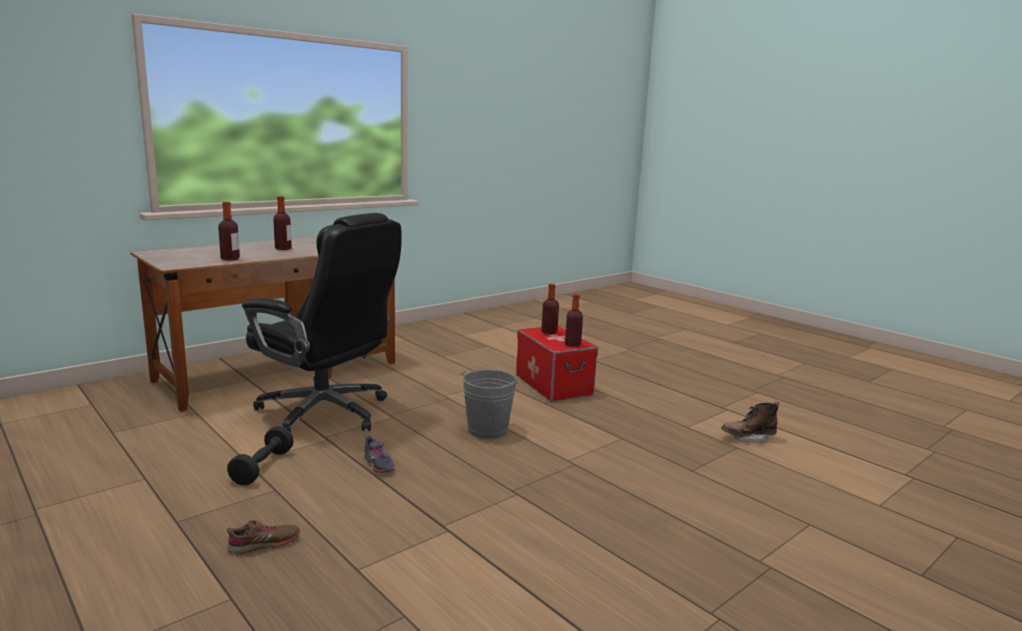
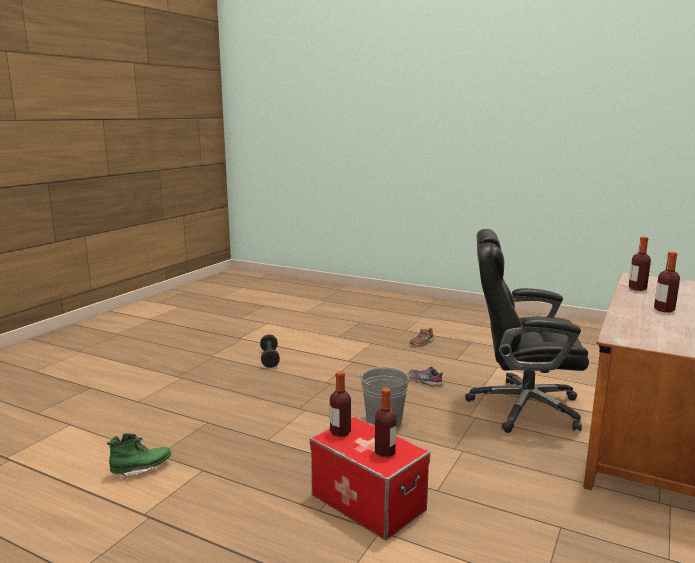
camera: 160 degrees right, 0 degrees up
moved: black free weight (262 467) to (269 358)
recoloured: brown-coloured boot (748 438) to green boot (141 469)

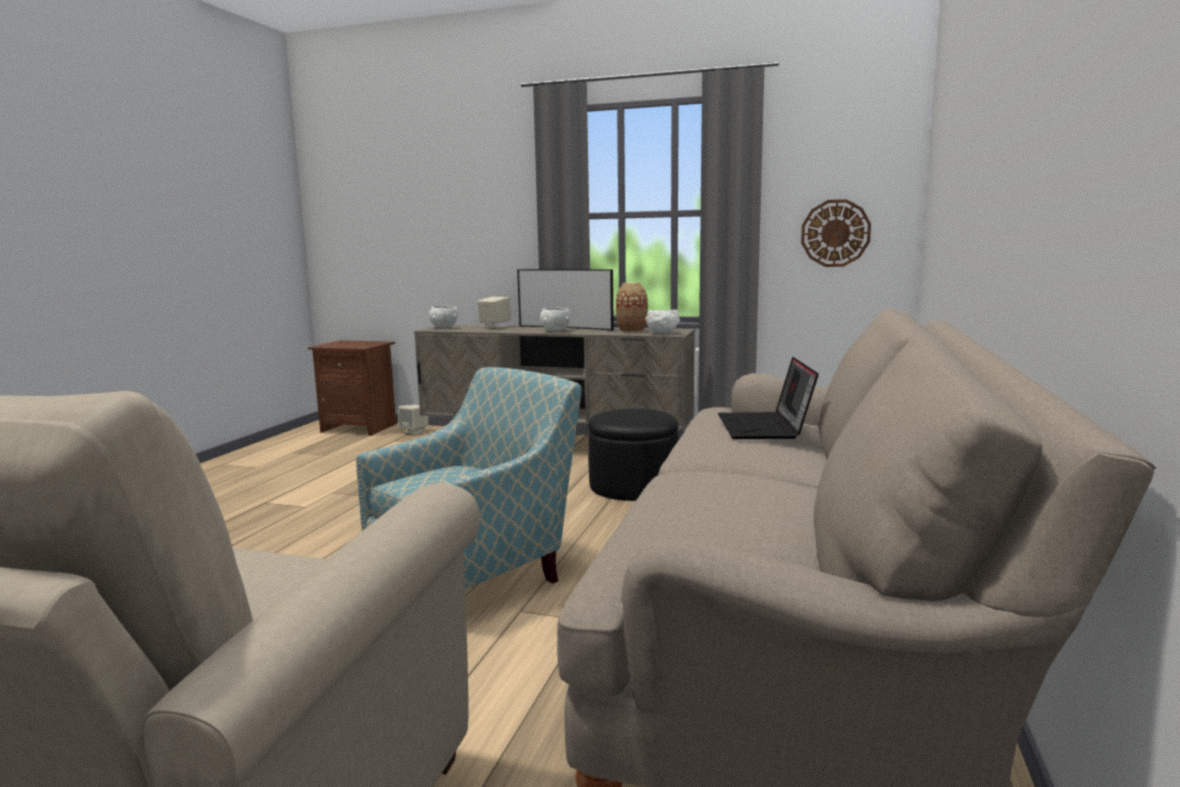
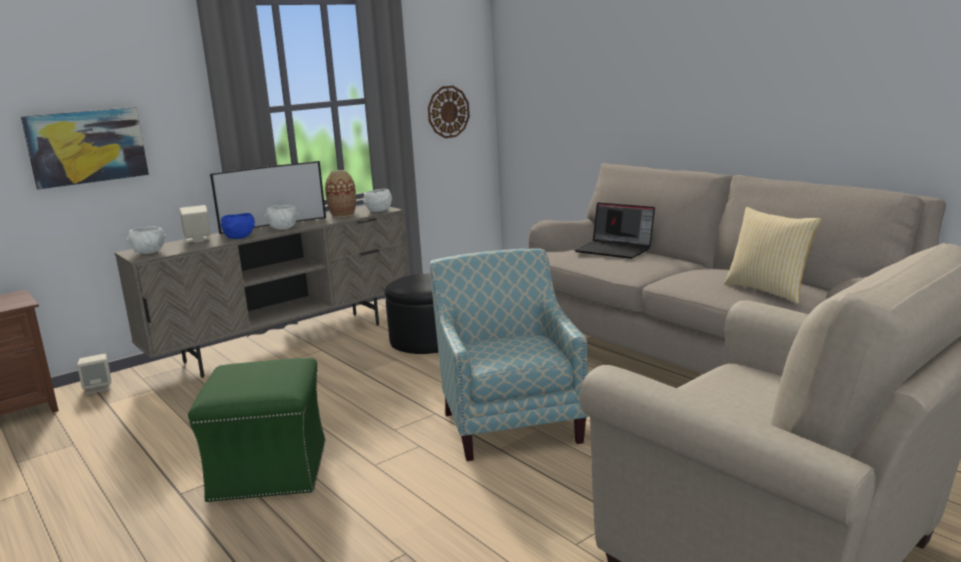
camera: 55 degrees left, 5 degrees up
added: wall picture (87 147); green ottoman (269 470); blue bowl (240 238); throw pillow (769 291)

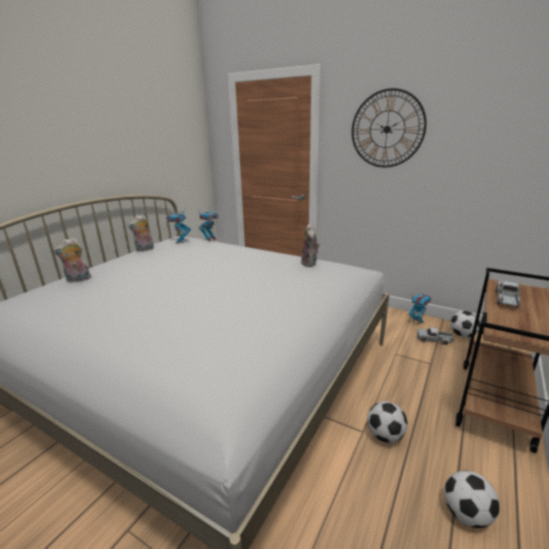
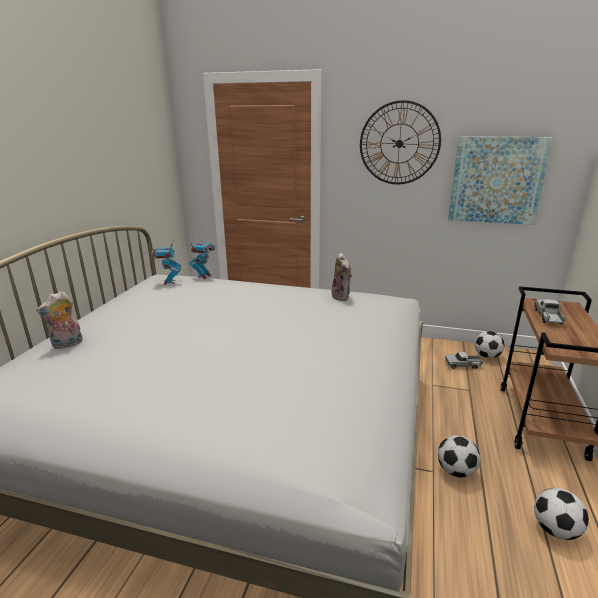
camera: 15 degrees left, 0 degrees up
removed: soft toy (144 249); model robot (417 321)
added: wall picture (496 180)

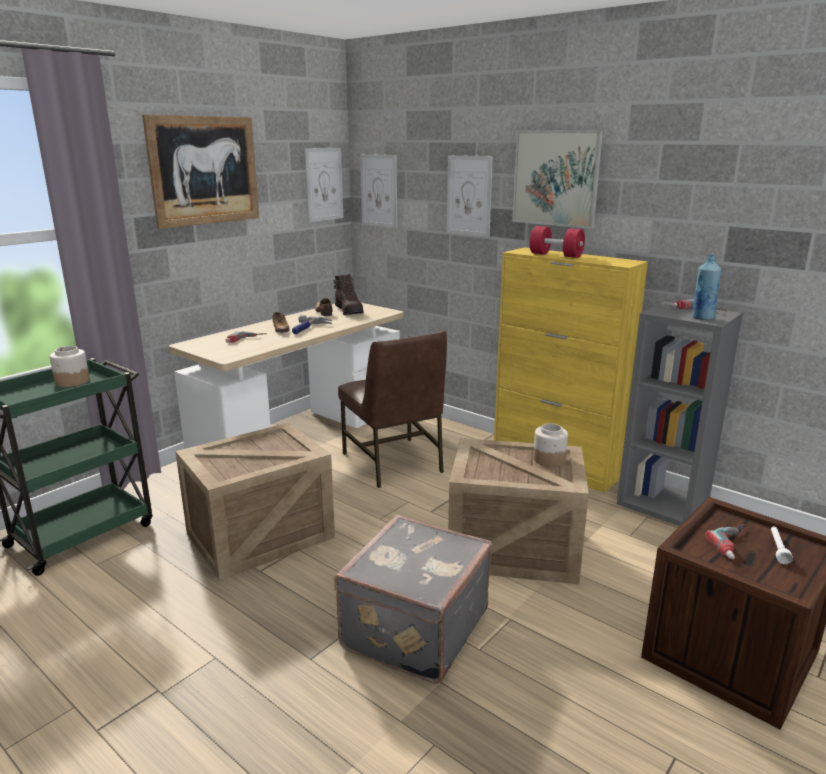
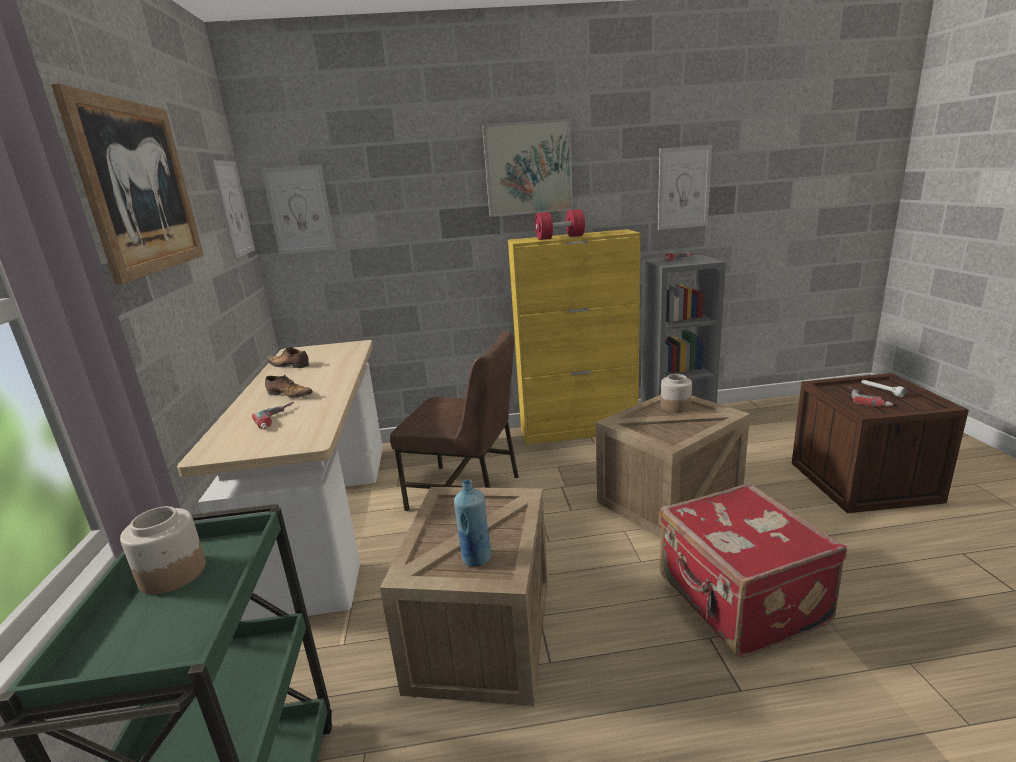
camera: 45 degrees left, 0 degrees up
removed: tool hammer (307 329); brown-coloured boot (349 311)
moved: wall picture (469 196) to (684 188); blue bottle (702 318) to (476 558)
recoloured: greyish travel case (412 628) to reddish travel case (739 600)

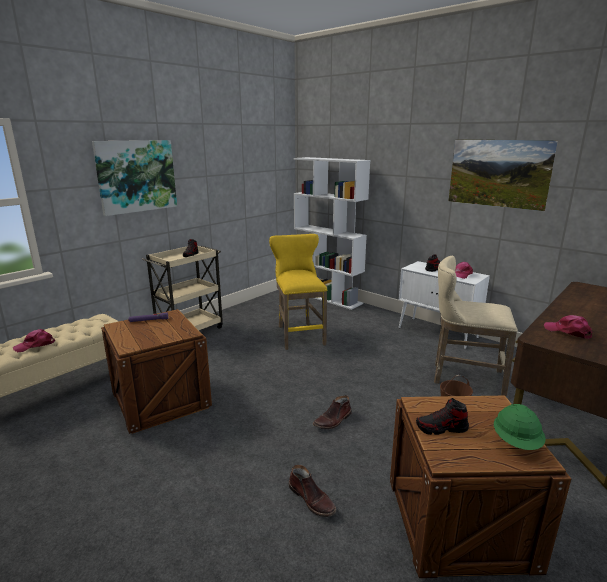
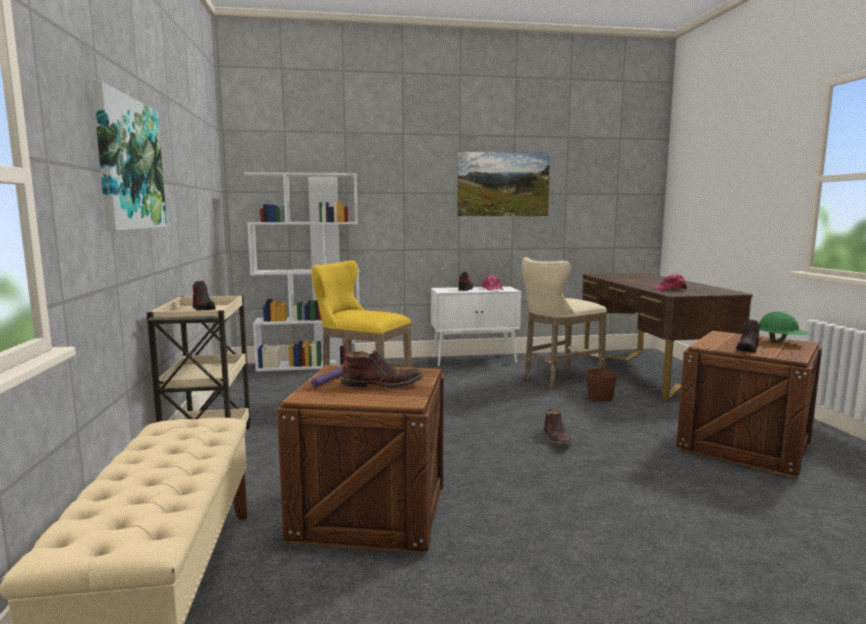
camera: 50 degrees left, 10 degrees down
removed: pink peaked cap (35 345)
moved: brown-coloured boot (312 499) to (382 384)

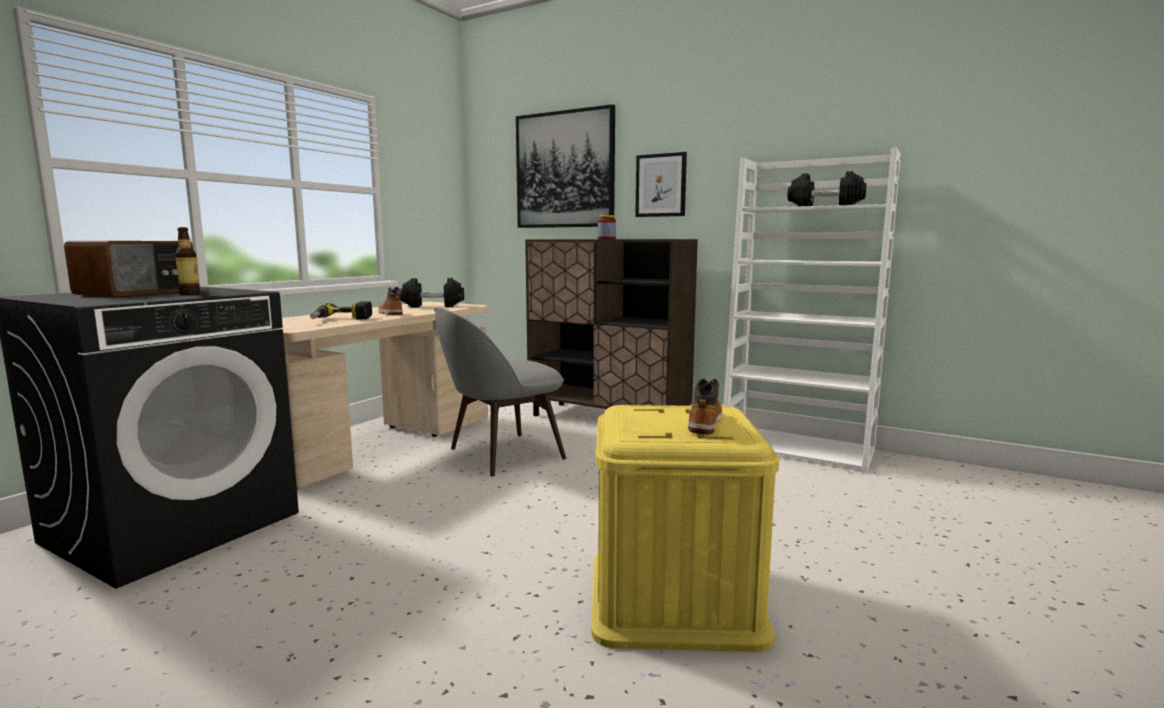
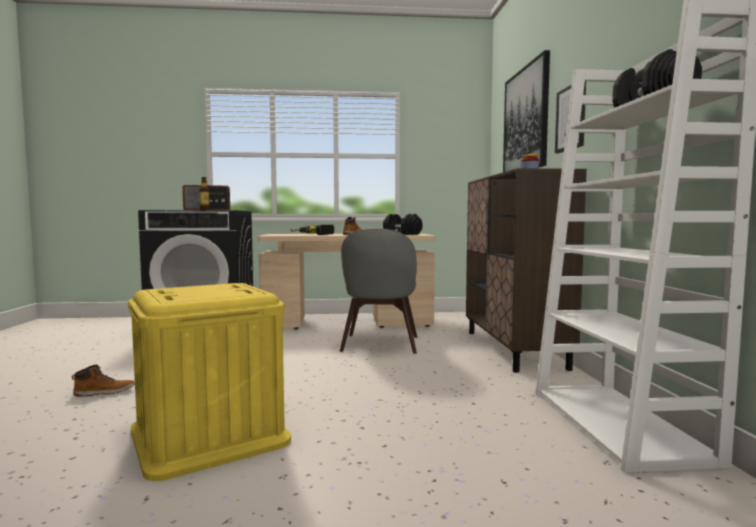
camera: 55 degrees right, 5 degrees down
moved: boot (704 423) to (105 392)
turned: greyish plain chair (501 454) = (380 345) 105 degrees counterclockwise

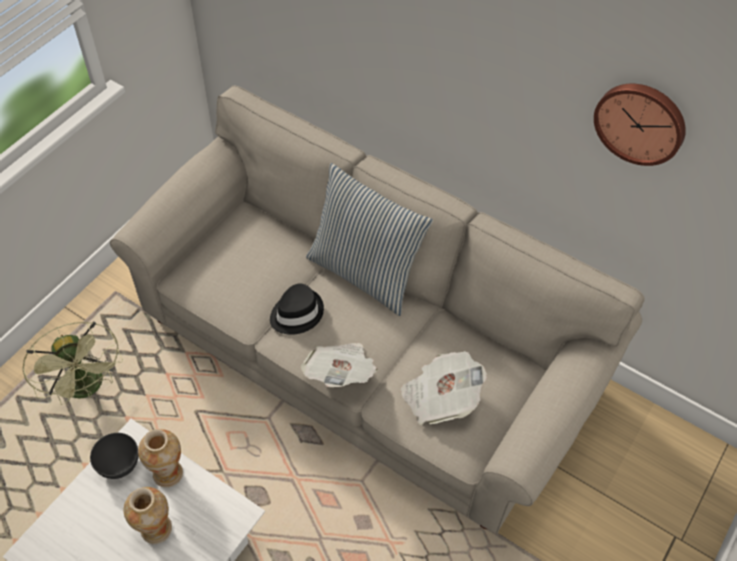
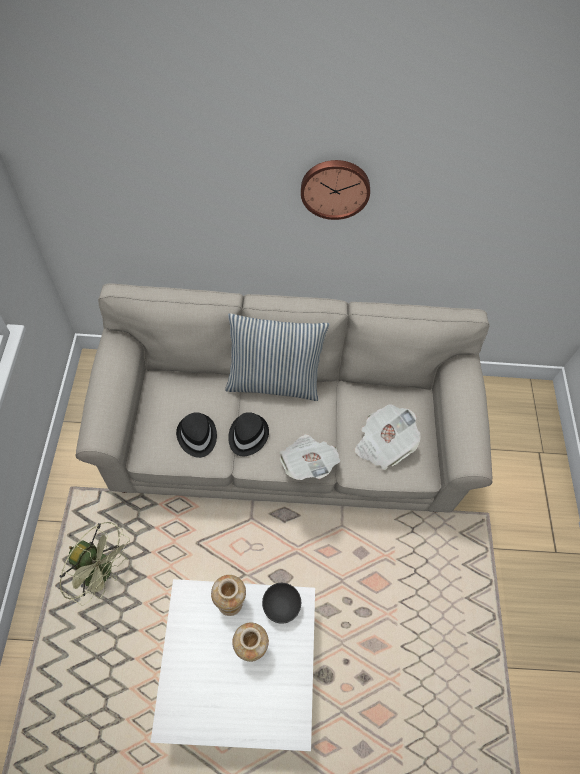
camera: 35 degrees left, 5 degrees up
added: black clothing hat (197 436)
moved: greyish bowl (119 464) to (280 606); clock on the wall (640 122) to (335 188)

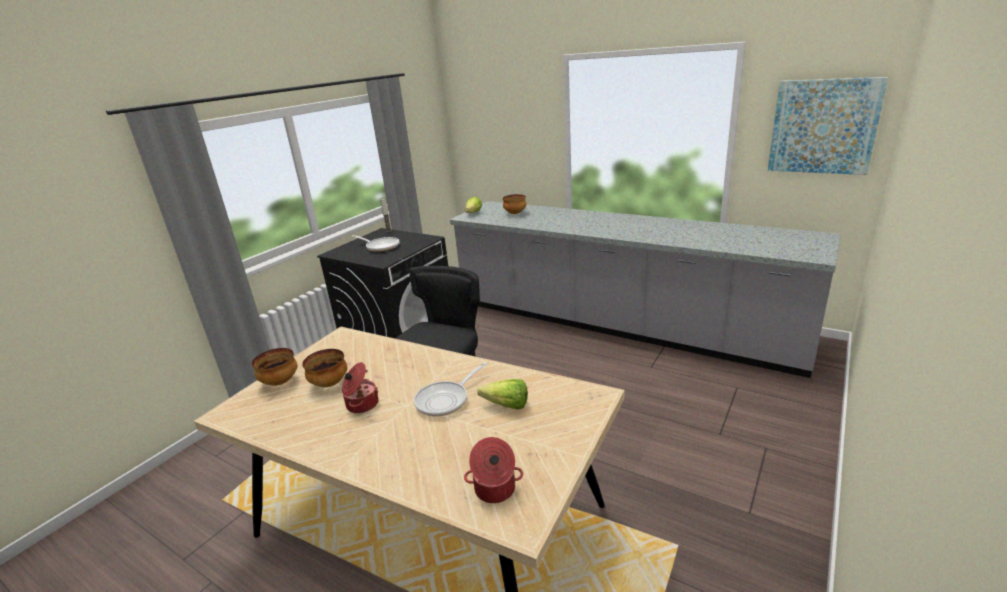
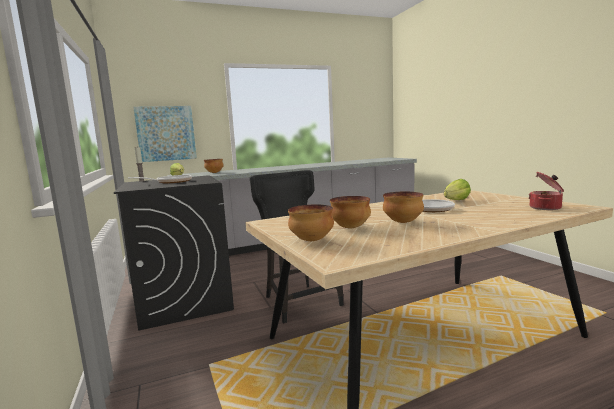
camera: 55 degrees left, 15 degrees down
moved: wall picture (823 126) to (166 133)
replaced: cooking pot (361 404) to bowl (403 222)

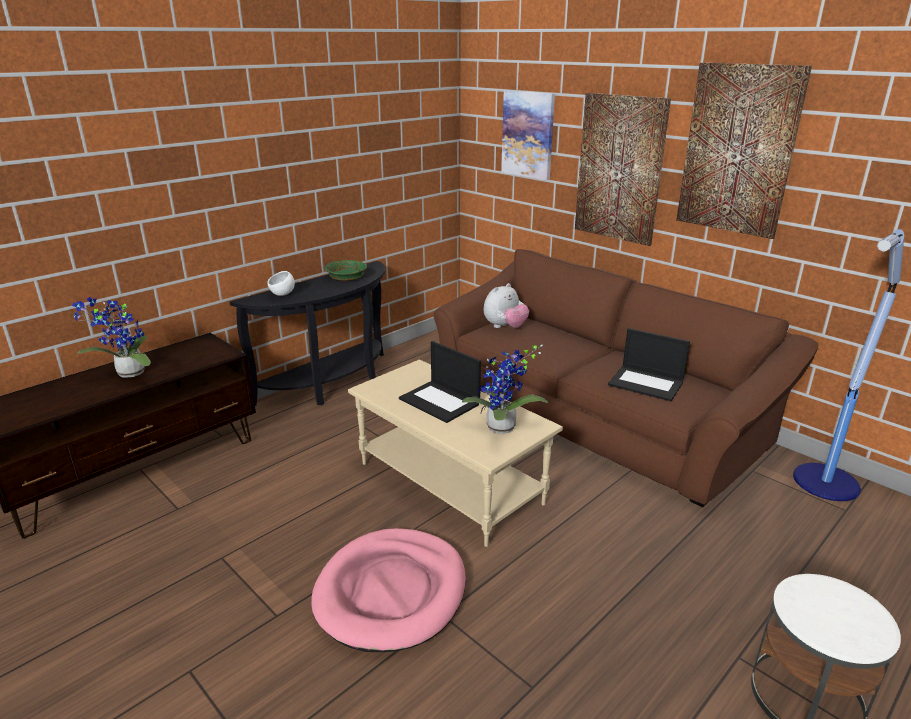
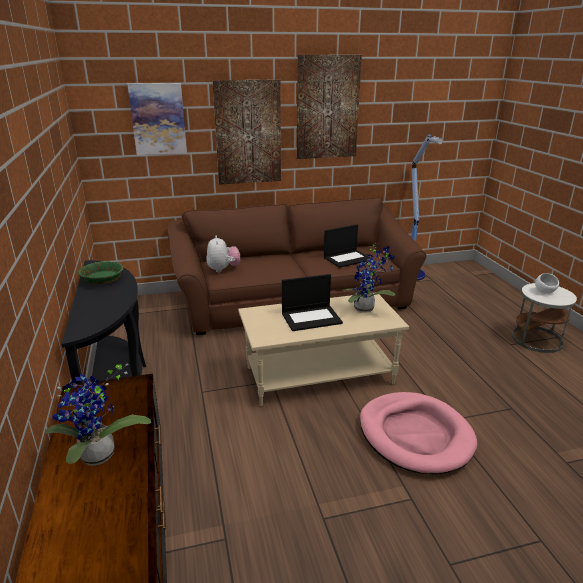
camera: 60 degrees left, 0 degrees up
moved: white-coloured bowl (283 294) to (544 292)

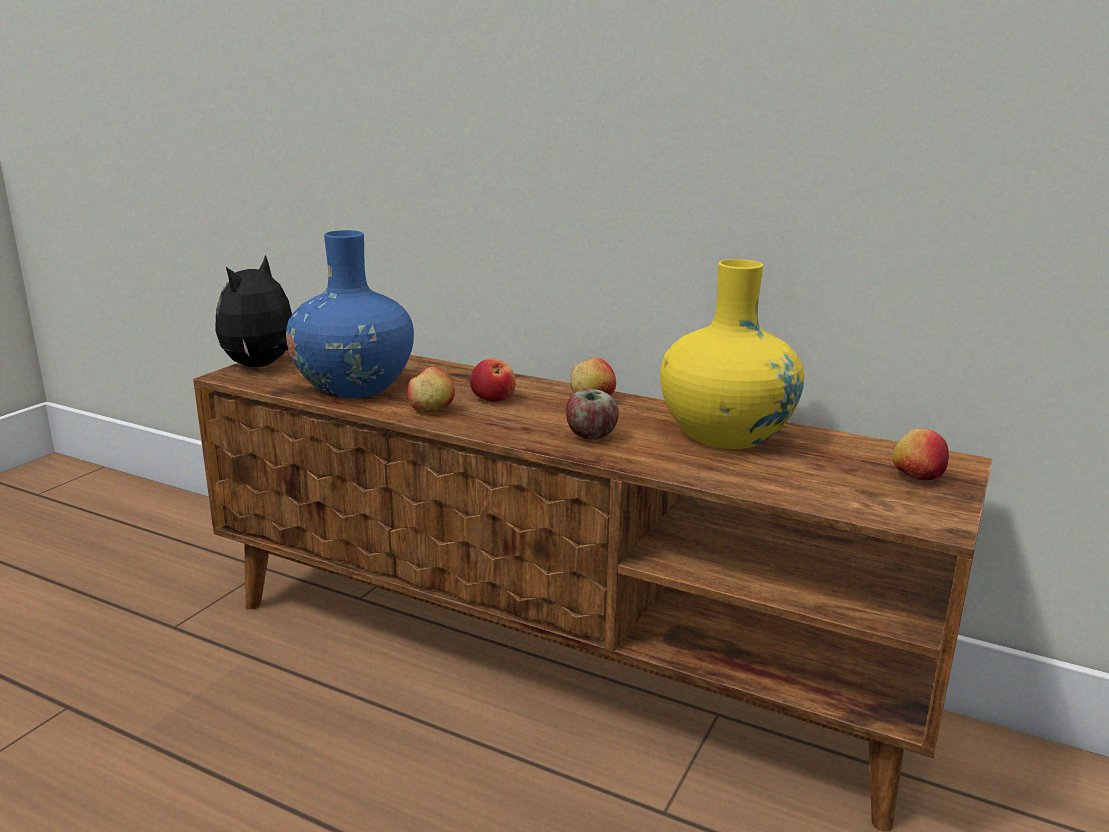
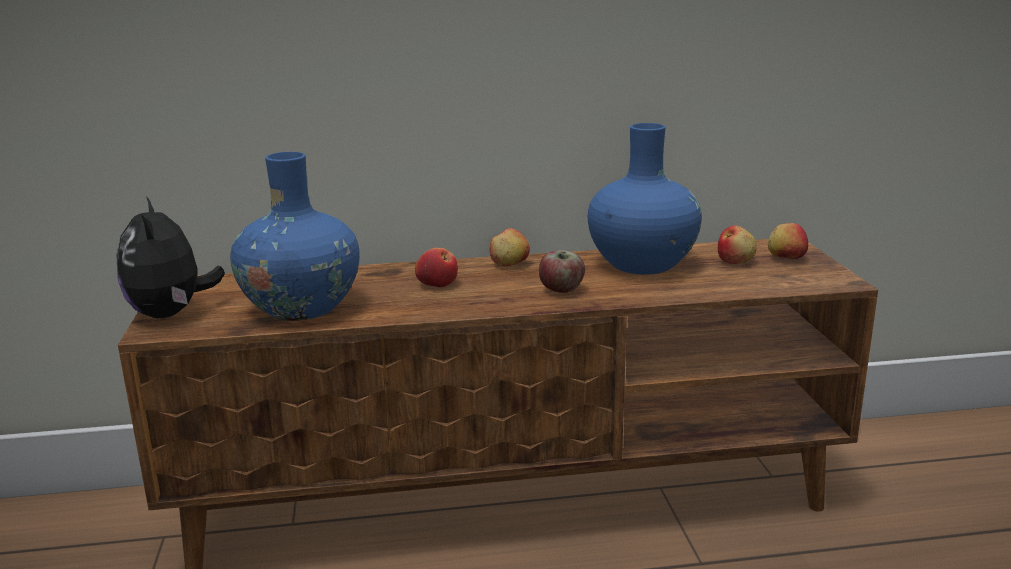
camera: 35 degrees left, 0 degrees up
moved: apple (432 409) to (735 261)
recoloured: yellow decorative vase (725 434) to blue decorative vase (641 264)

